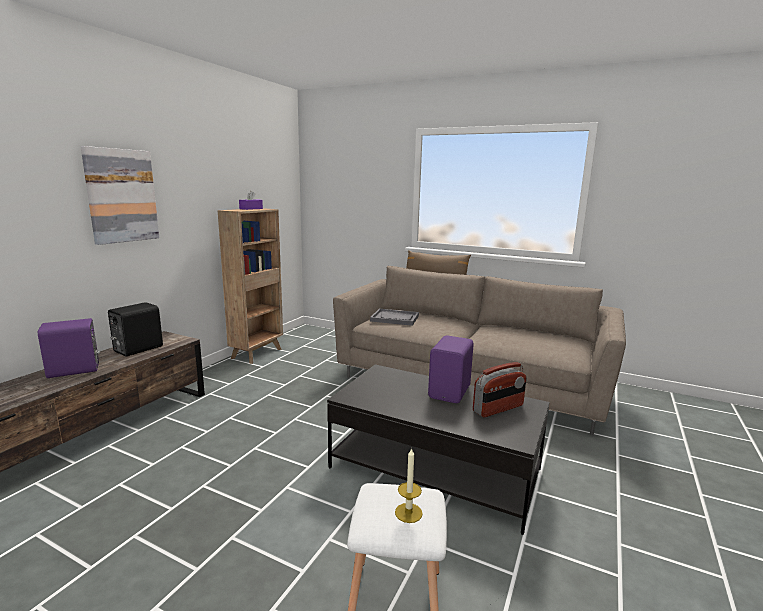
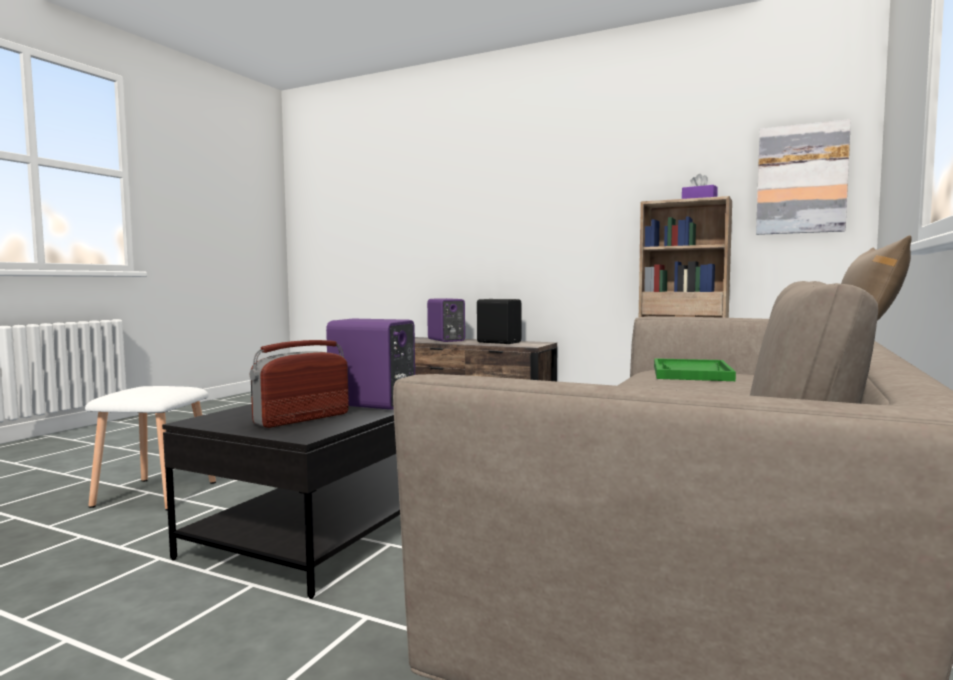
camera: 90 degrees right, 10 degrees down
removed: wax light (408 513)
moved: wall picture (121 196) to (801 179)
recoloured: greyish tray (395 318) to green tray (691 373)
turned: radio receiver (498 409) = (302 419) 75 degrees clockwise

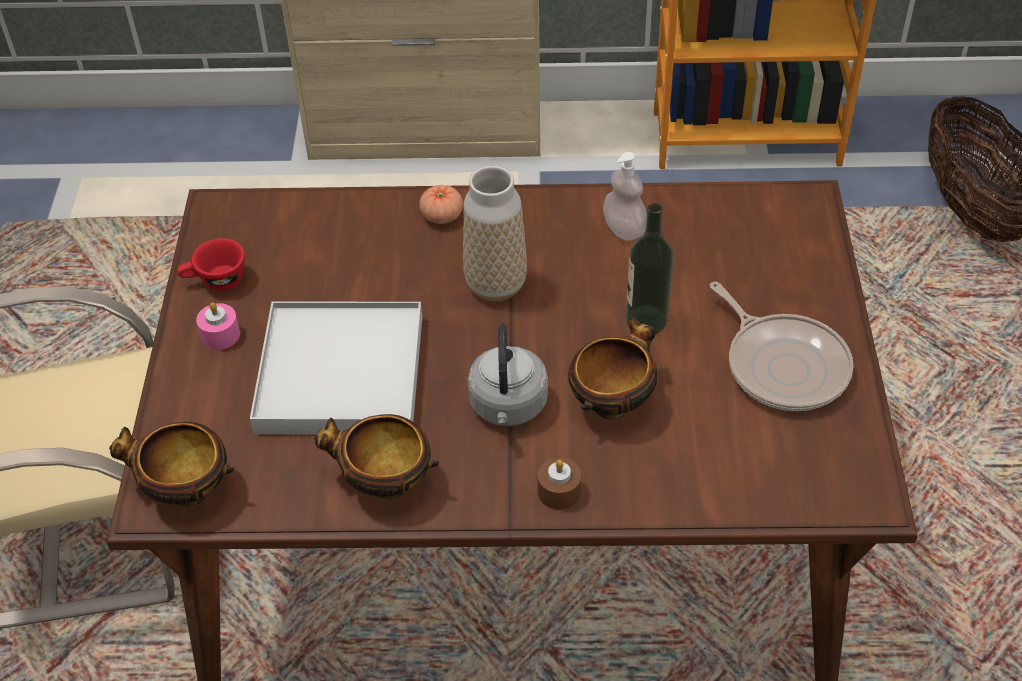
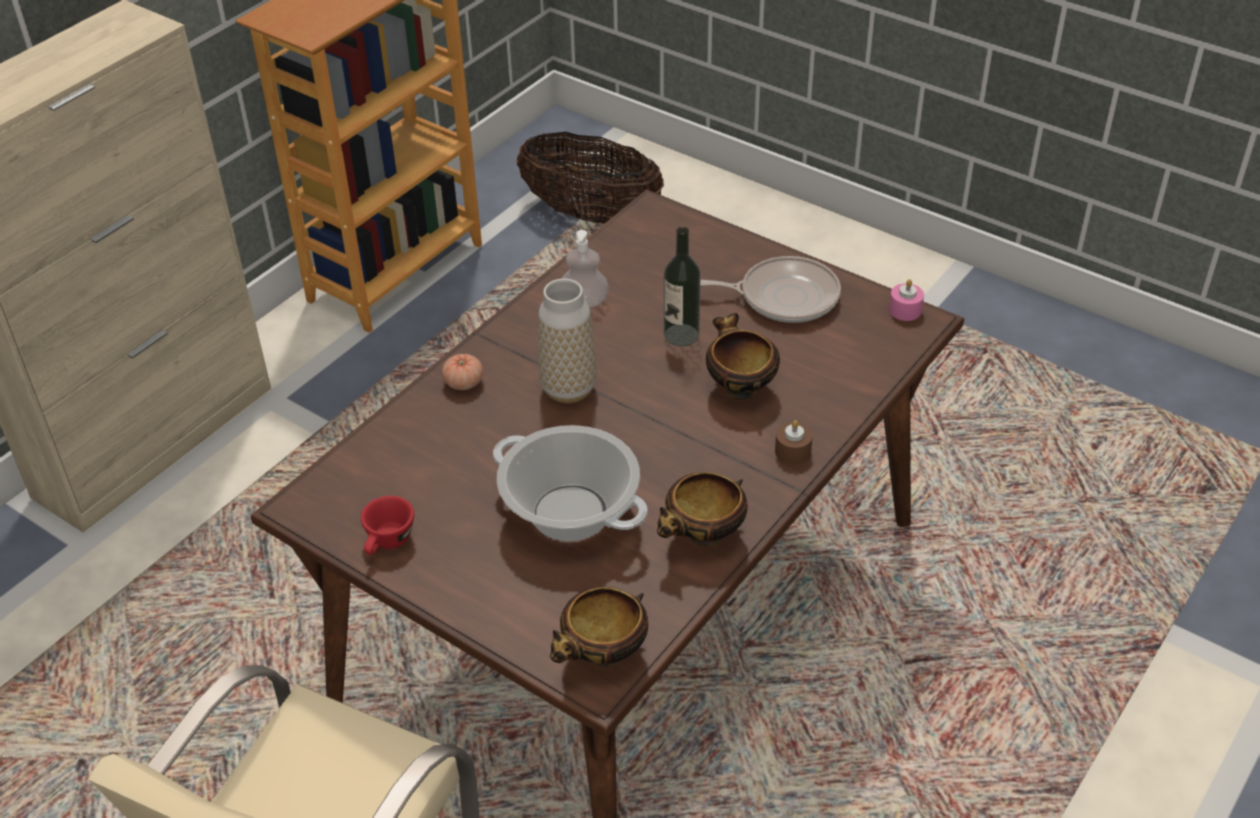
camera: 55 degrees left, 5 degrees down
removed: greyish tea kettle (508 407)
moved: pink wax light (220 335) to (905 310)
replaced: white-coloured tray (341 374) to cooking pot (571 512)

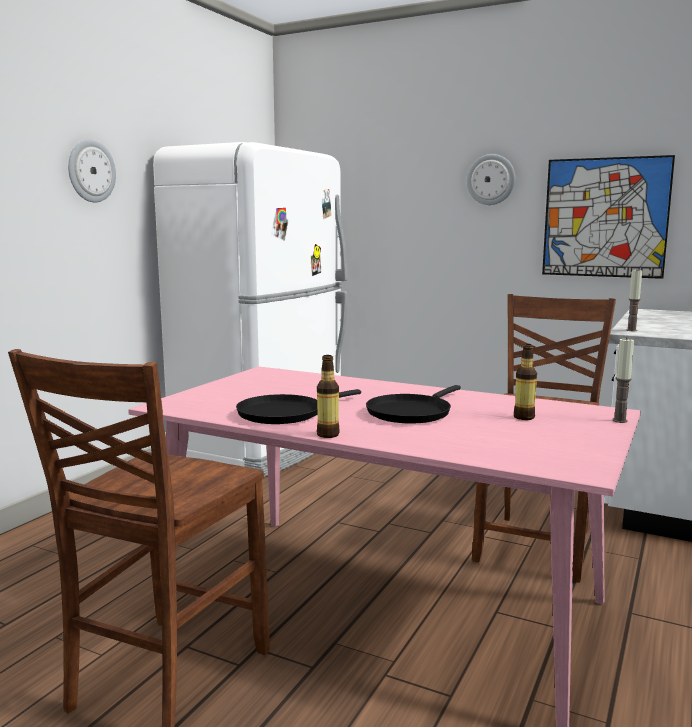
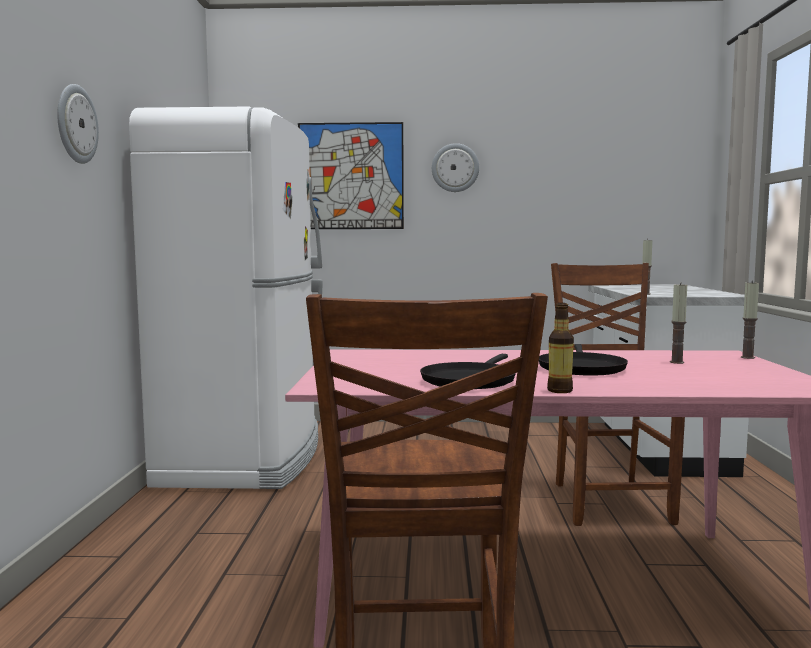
camera: 25 degrees left, 5 degrees down
moved: wall picture (605 218) to (351 176)
replaced: bottle (524 417) to wax light (677 362)

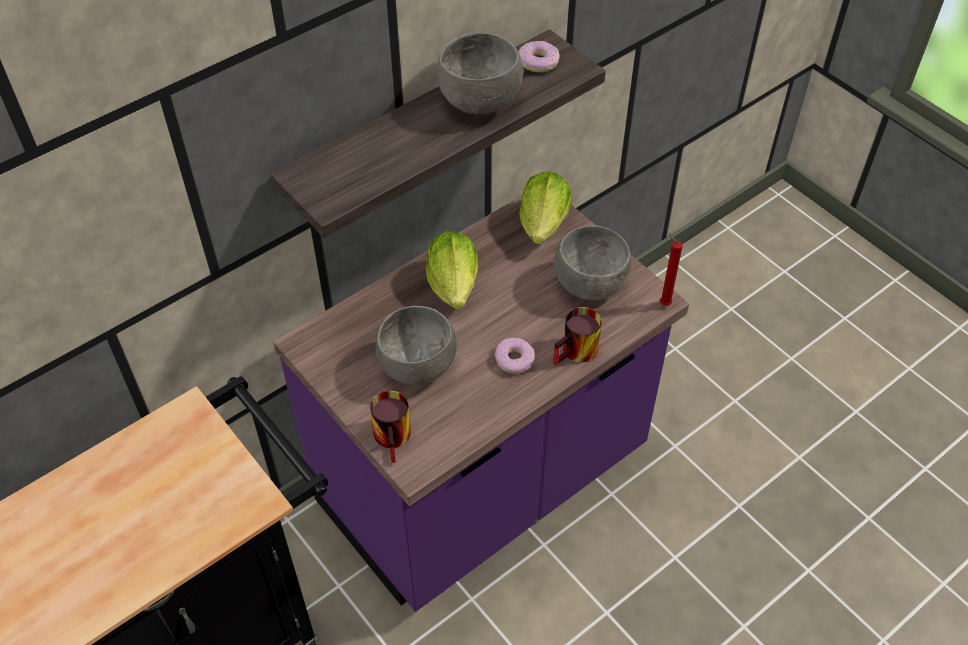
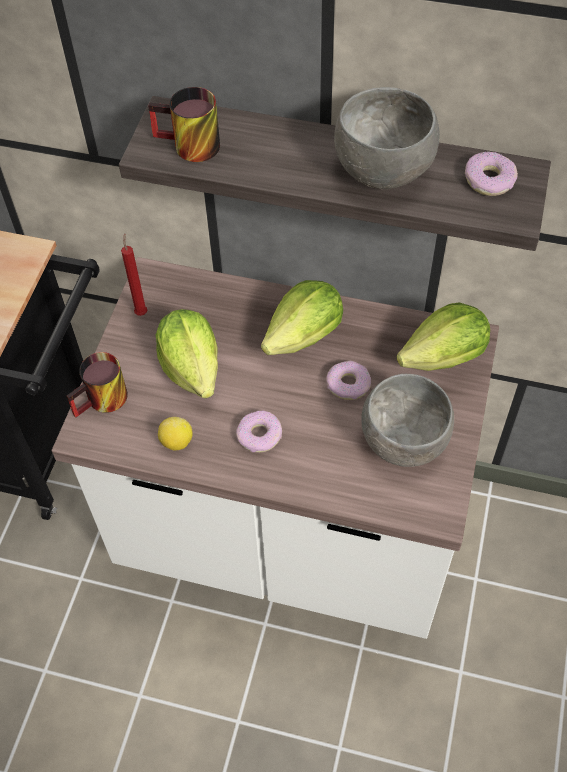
camera: 55 degrees right, 5 degrees up
added: citrus fruit (176 442); ring doughnut (348 384)
moved: coffee mug (577 353) to (188 148); reddish wax light (663 303) to (141 312)
replaced: greyish bowl (417 365) to lettuce head (192 368)
recoloured: purple kitchen counter (484 481) to white-coloured kitchen counter (288 534)

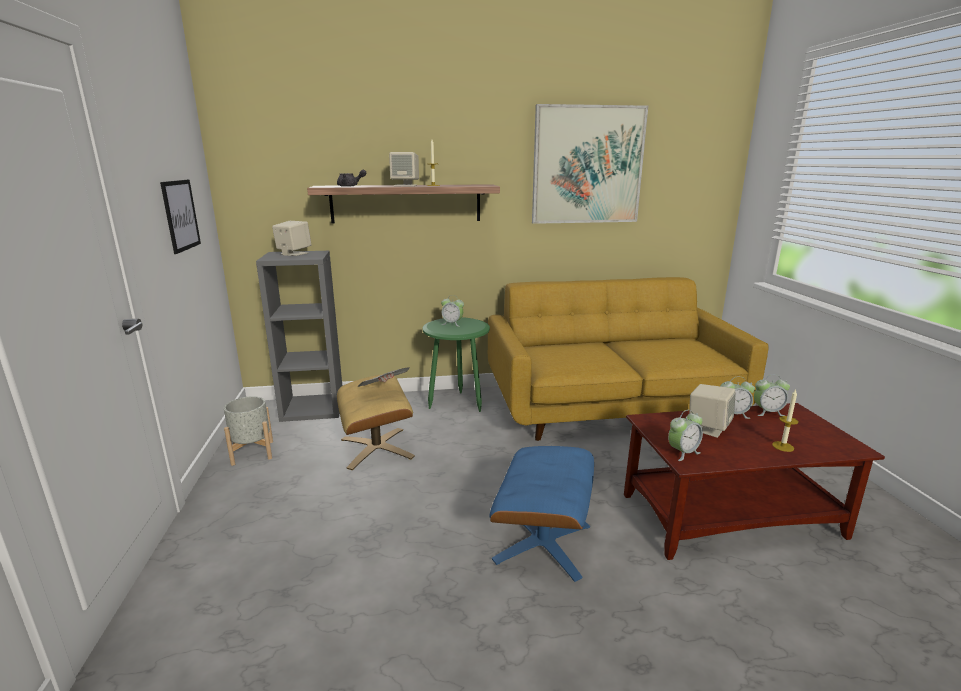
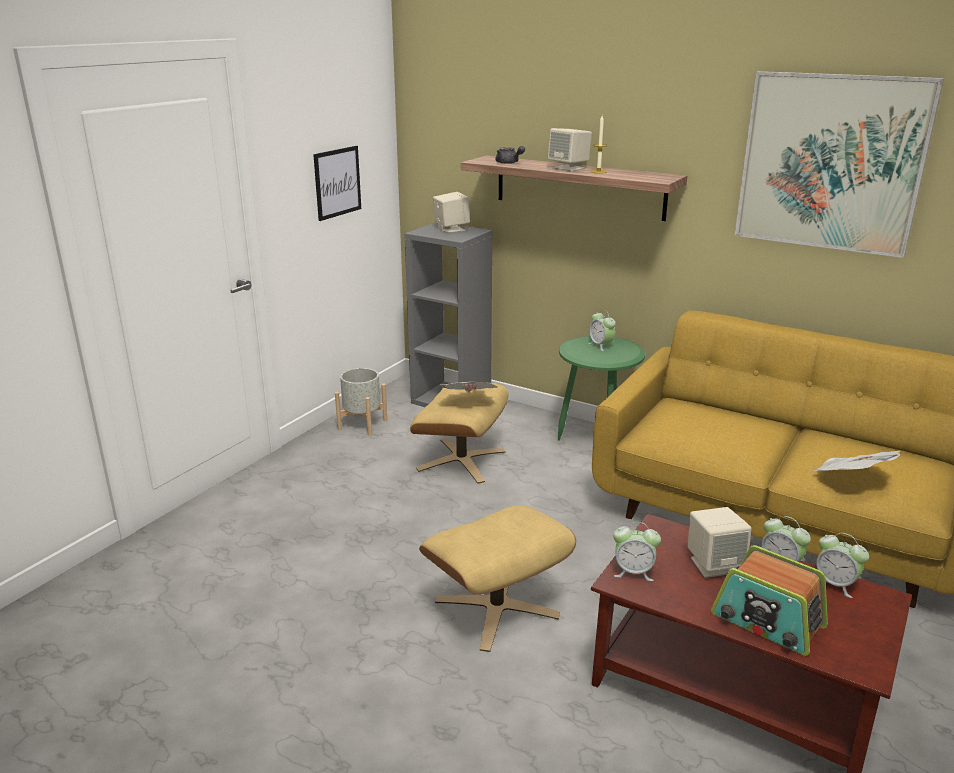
camera: 40 degrees right, 5 degrees up
added: daily paper (852 478)
replaced: wax light (783 446) to radio receiver (767 621)
recoloured: blue ottoman (543 543) to beige ottoman (497 608)

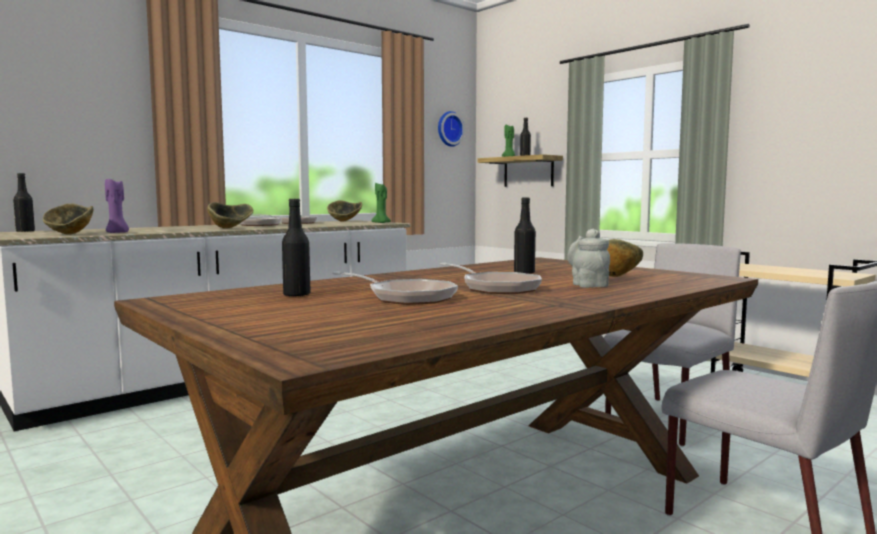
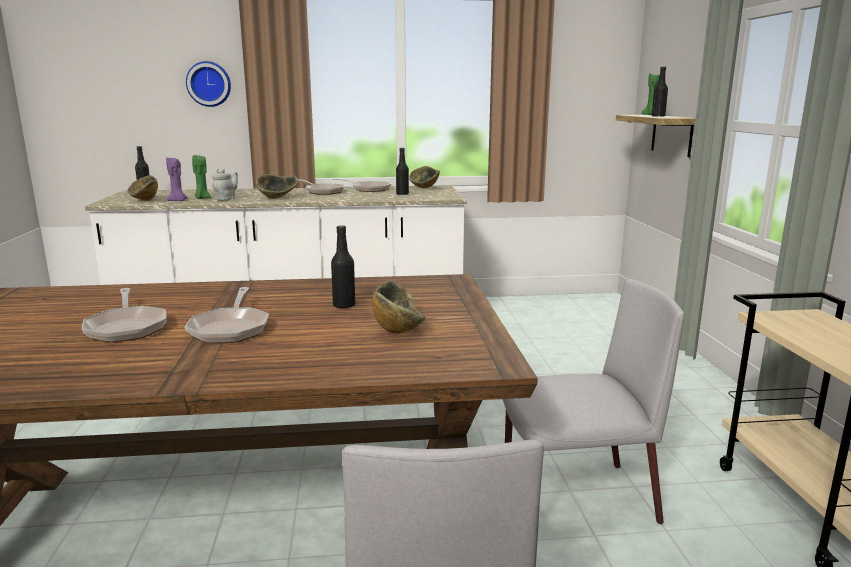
camera: 35 degrees right, 10 degrees up
moved: black bottle (296 295) to (402 194); green wax light (381 223) to (202 198); clock on the wall (449 129) to (209 84); greyish tea pot (588 285) to (226 199)

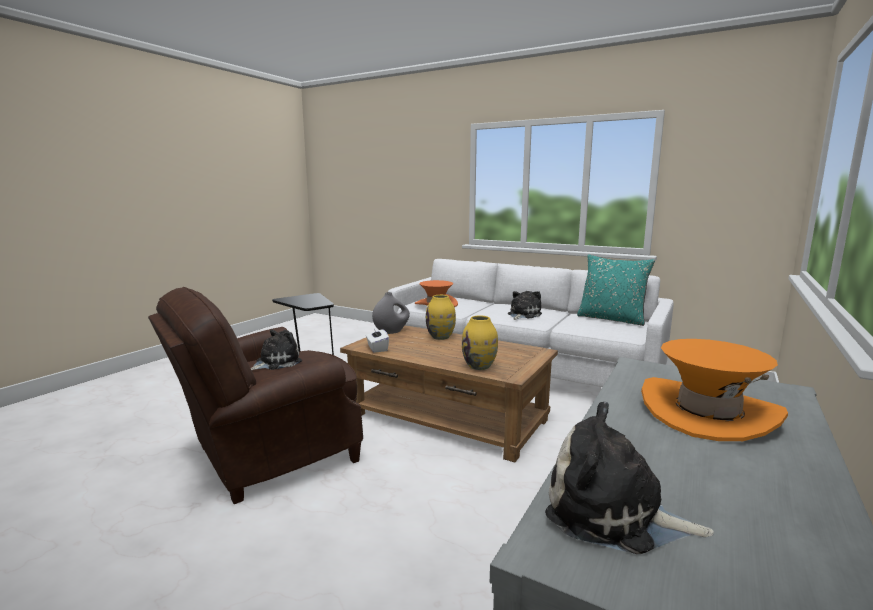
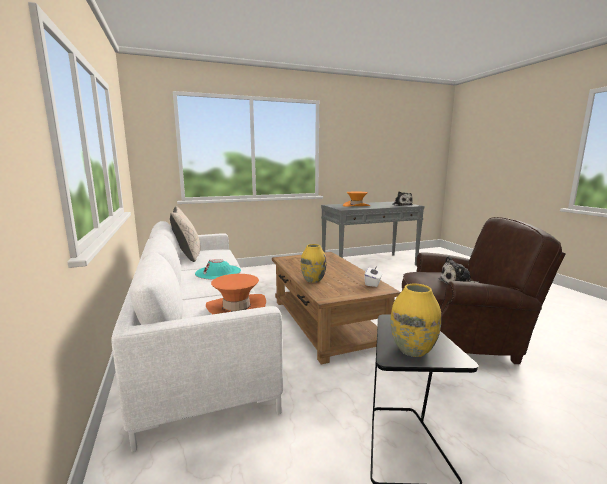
camera: 140 degrees left, 0 degrees up
removed: greyish decorative vase (391 332)
moved: yellow decorative vase (479 366) to (412 349)
replaced: soft toy (523 315) to turquoise clothing hat (218 272)
recoloured: turquoise throw pillow (611 319) to beige throw pillow (187 256)

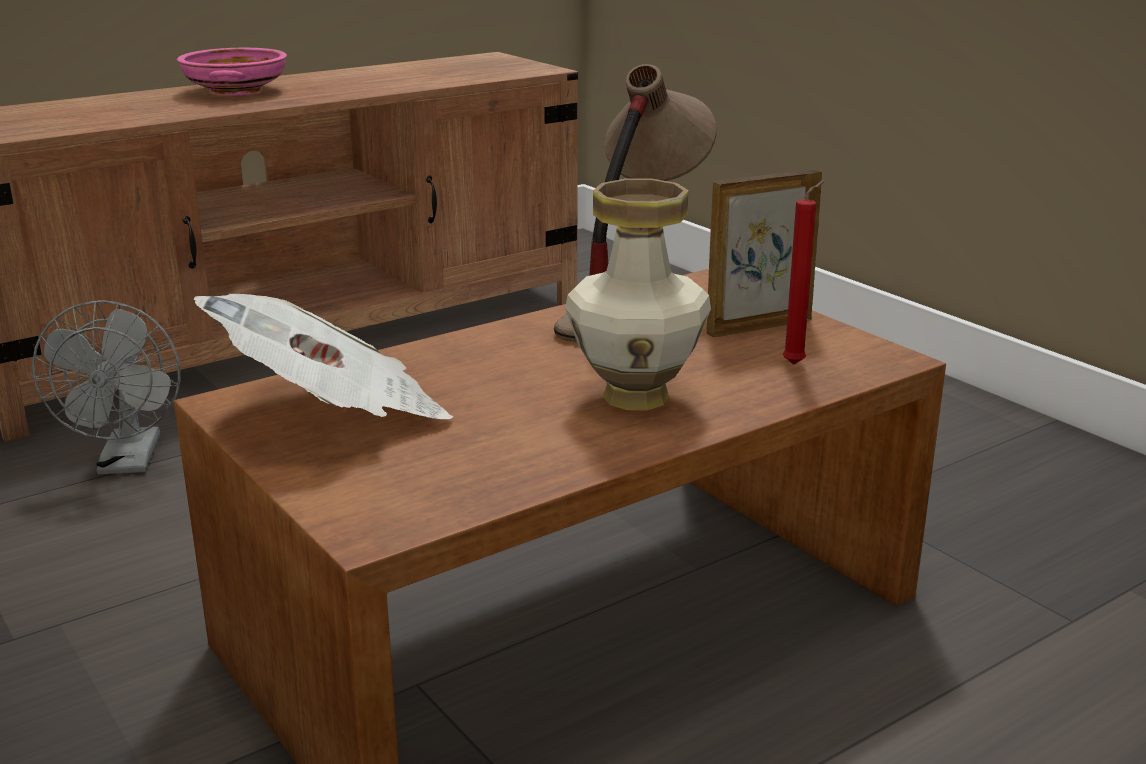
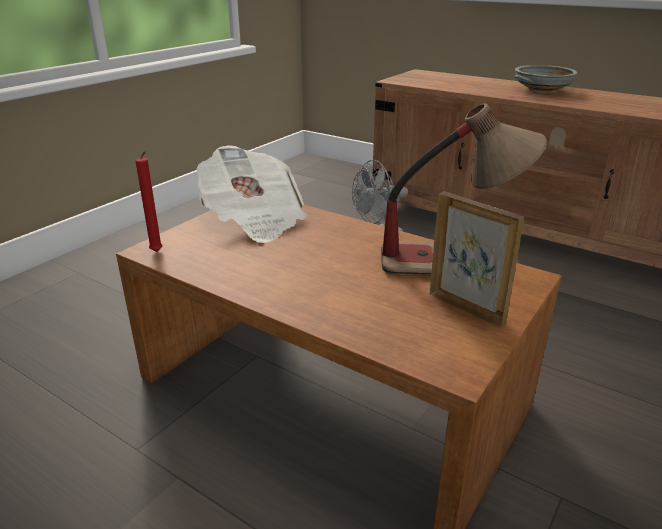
camera: 70 degrees right, 5 degrees up
removed: decorative vase (637 397)
moved: reddish wax light (797 364) to (157 252)
recoloured: pink bowl (236 91) to greyish bowl (542 90)

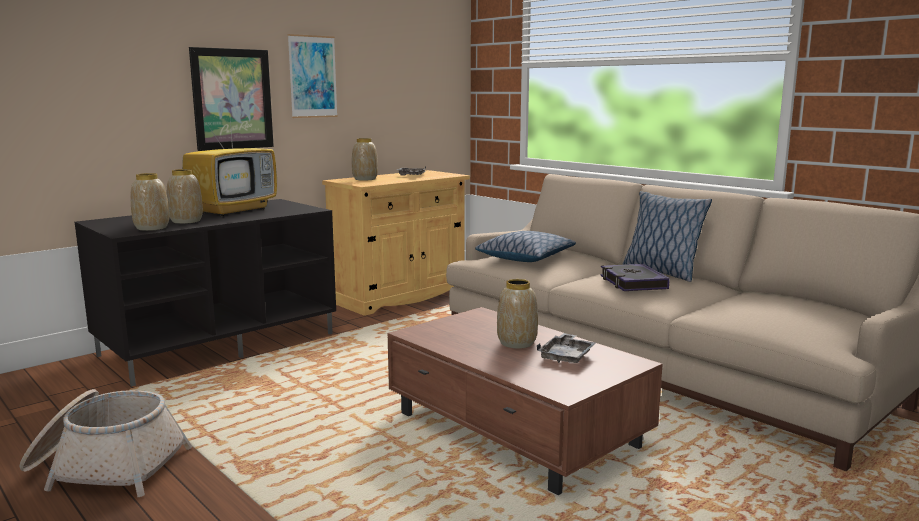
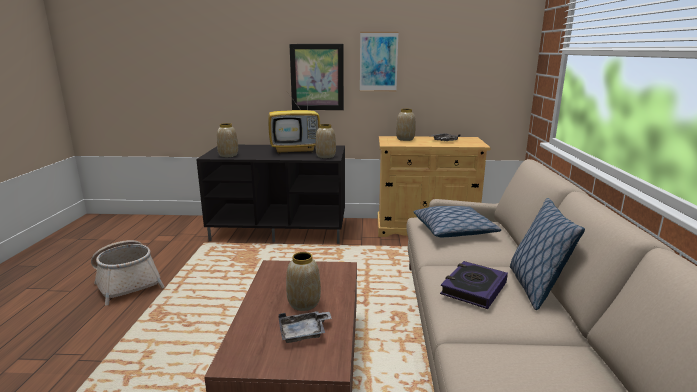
camera: 45 degrees right, 5 degrees up
moved: decorative vase (186 221) to (325 156)

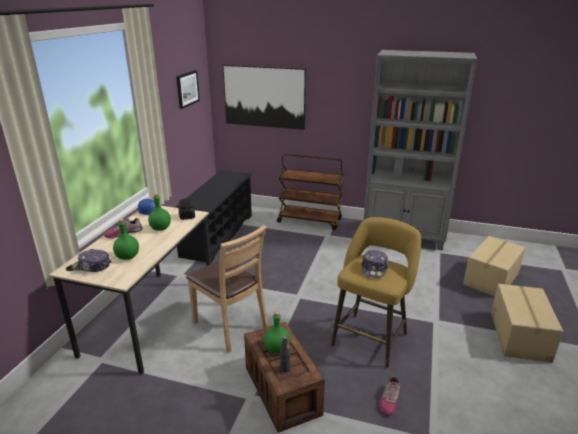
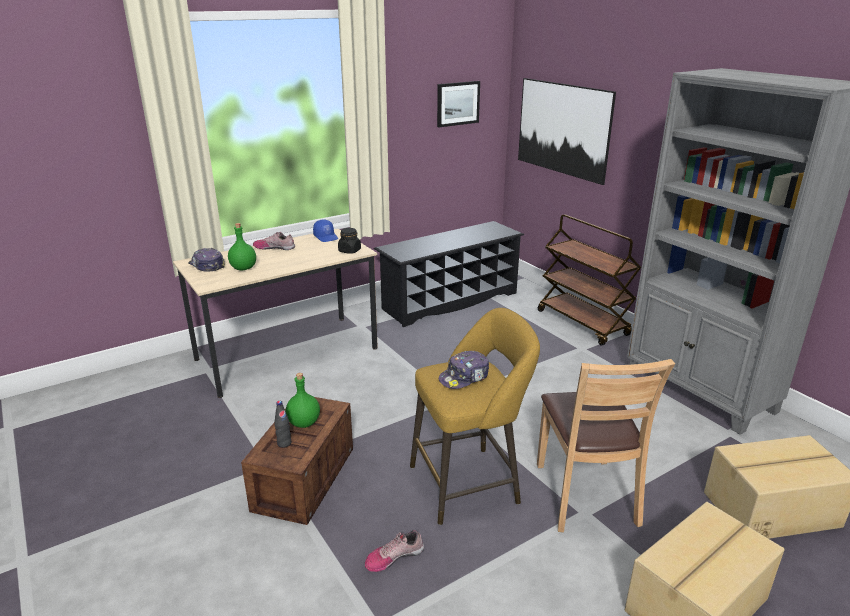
camera: 40 degrees right, 0 degrees up
removed: green bottle (161 228)
moved: brown-coloured plain chair (230 326) to (585 495)

